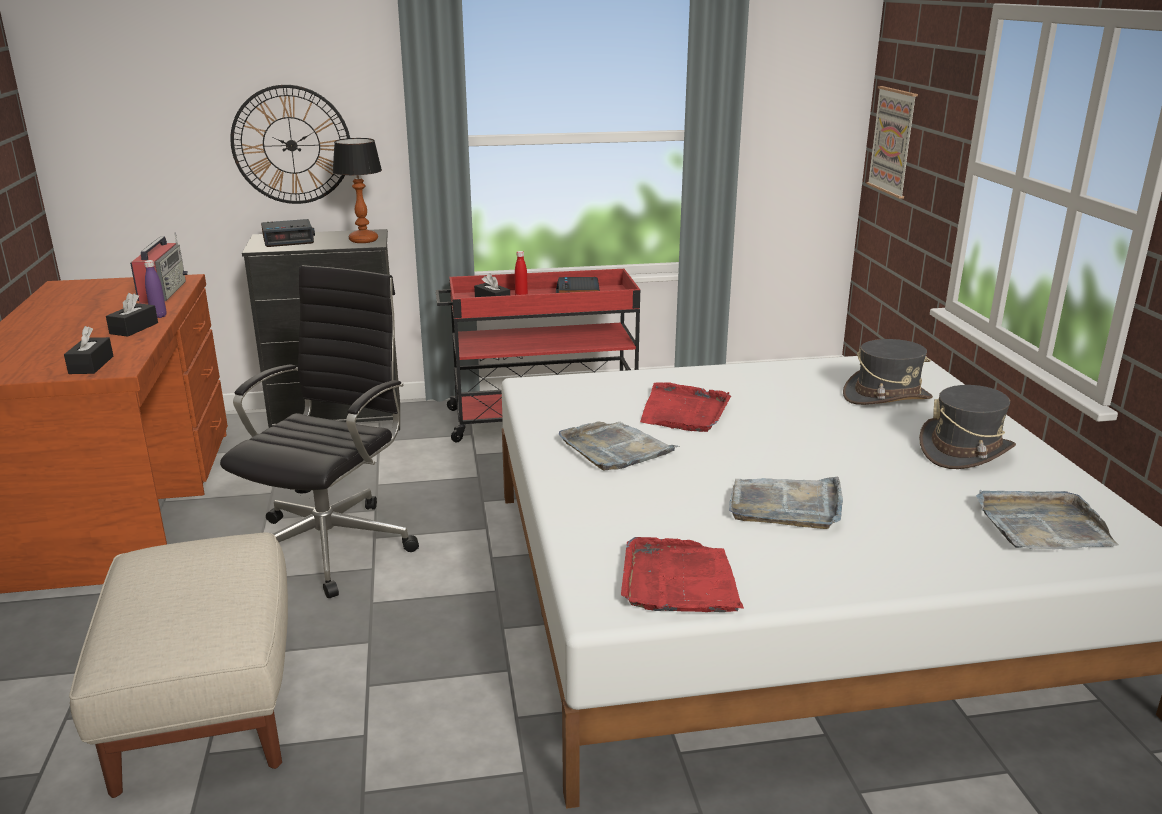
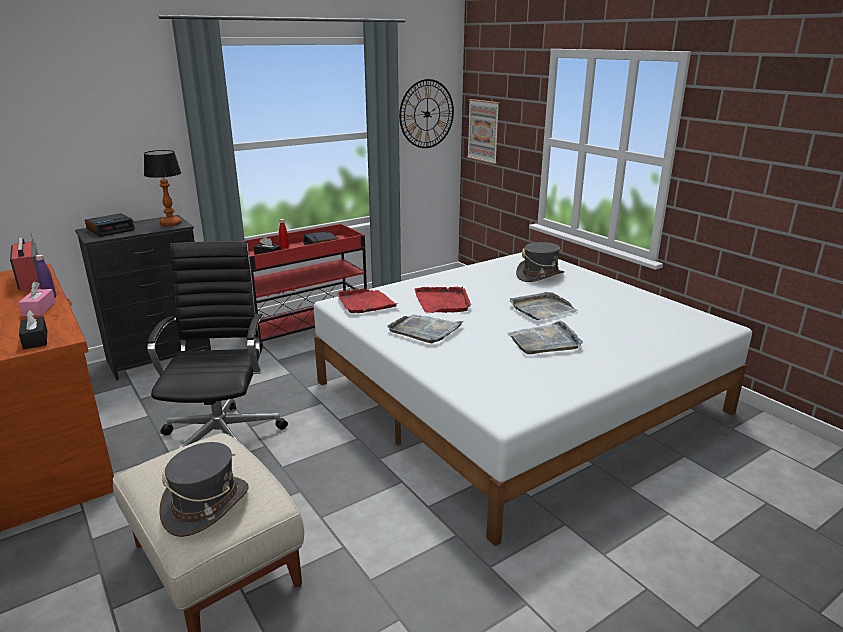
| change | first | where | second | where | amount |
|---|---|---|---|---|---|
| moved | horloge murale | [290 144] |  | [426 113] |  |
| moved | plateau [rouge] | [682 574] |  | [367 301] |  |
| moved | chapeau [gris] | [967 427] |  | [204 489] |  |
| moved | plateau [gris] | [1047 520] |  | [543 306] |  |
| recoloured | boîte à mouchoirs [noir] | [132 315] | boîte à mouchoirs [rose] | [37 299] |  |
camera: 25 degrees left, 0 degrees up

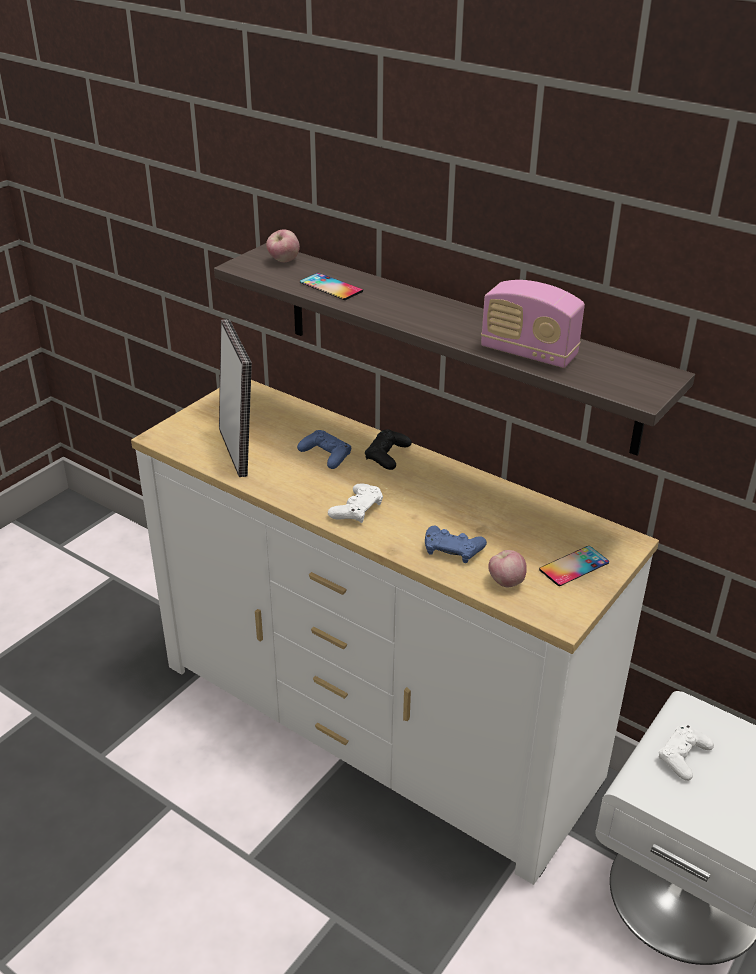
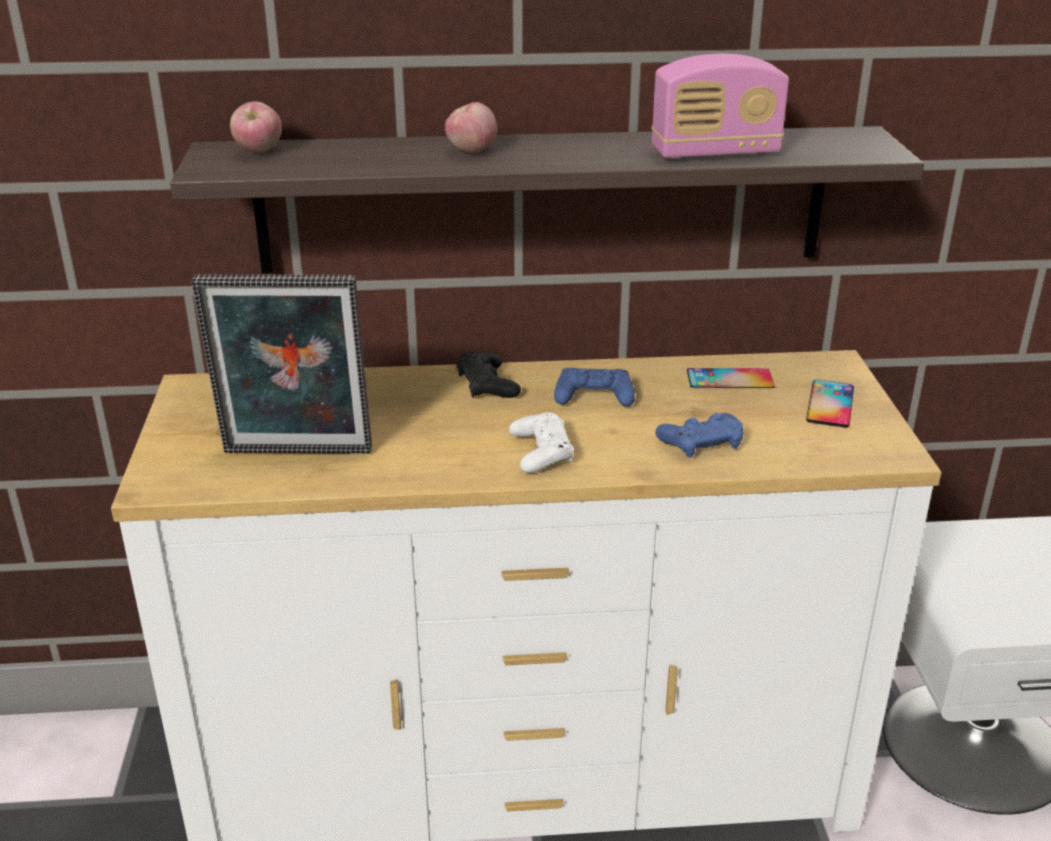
| change | first | where | second | where | amount |
|---|---|---|---|---|---|
| removed | manette [blanc] | [686 753] |  |  |  |
| moved | manette [bleu] | [324 449] |  | [594 387] |  |
| moved | téléphone | [331 286] |  | [730 378] |  |
| moved | pomme | [507 568] |  | [471 127] |  |
| turned | cadre photo | [235 398] |  | [281 364] | 150 degrees clockwise |
camera: 40 degrees left, 5 degrees down

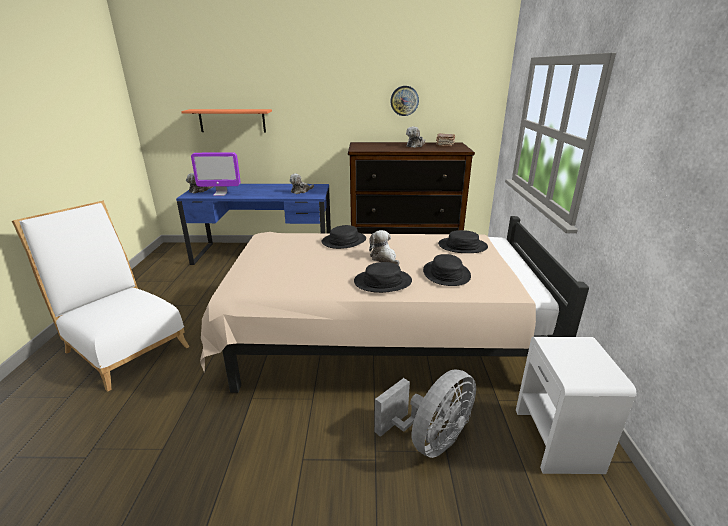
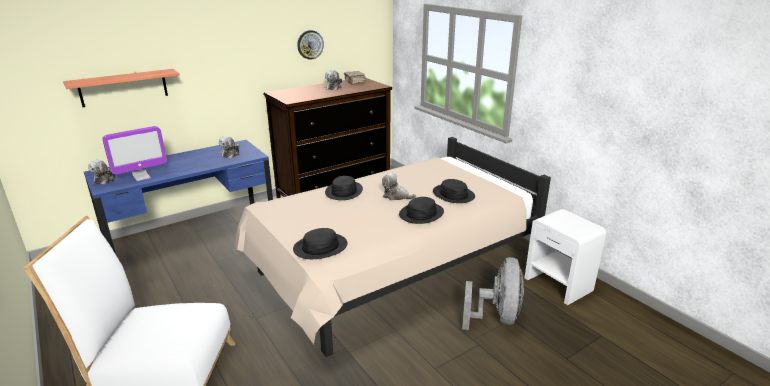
| change | first | where | second | where | amount |
|---|---|---|---|---|---|
| moved | chapeau [noir] | [463 241] |  | [320 243] |  |
camera: 35 degrees left, 0 degrees up

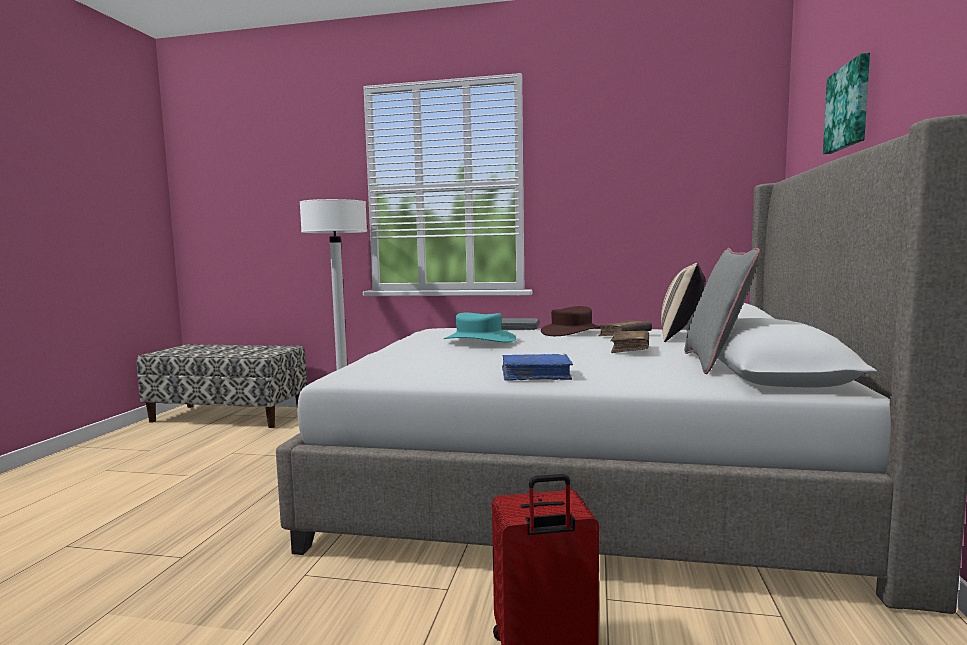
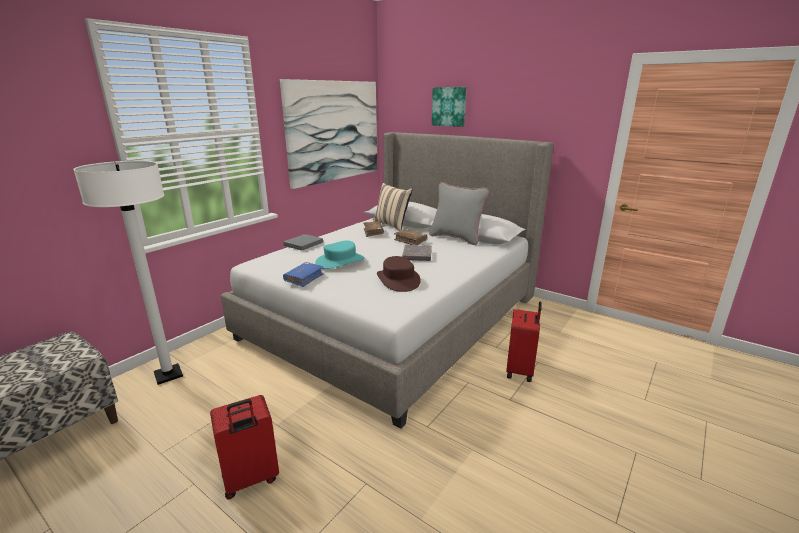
| change | first | where | second | where | amount |
|---|---|---|---|---|---|
| added |  |  | valise [rouge] | [244 447] |  |
| added |  |  | tableau | [328 134] |  |
| added |  |  | livre [gris] | [417 253] |  |
| moved | livre [bleu] | [537 367] |  | [303 274] |  |
| moved | chapeau [marron] | [570 321] |  | [399 274] |  |
camera: 65 degrees left, 15 degrees up

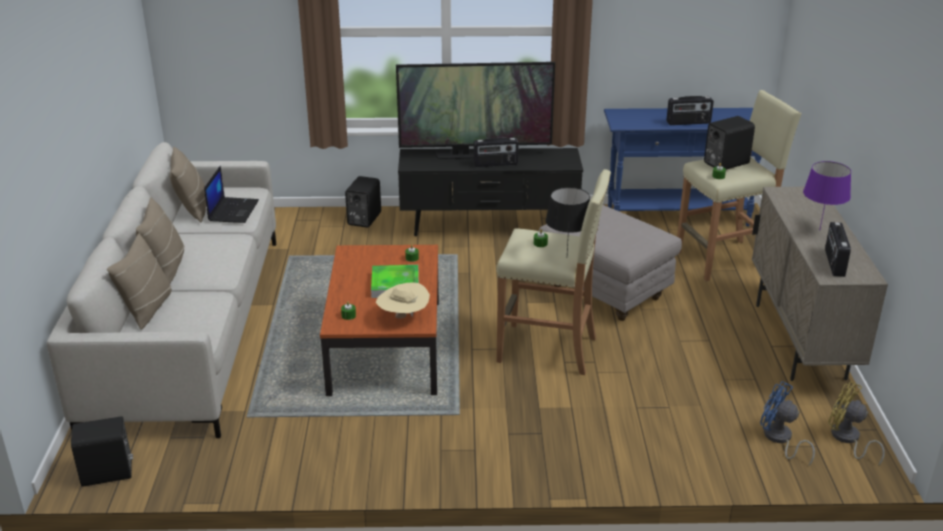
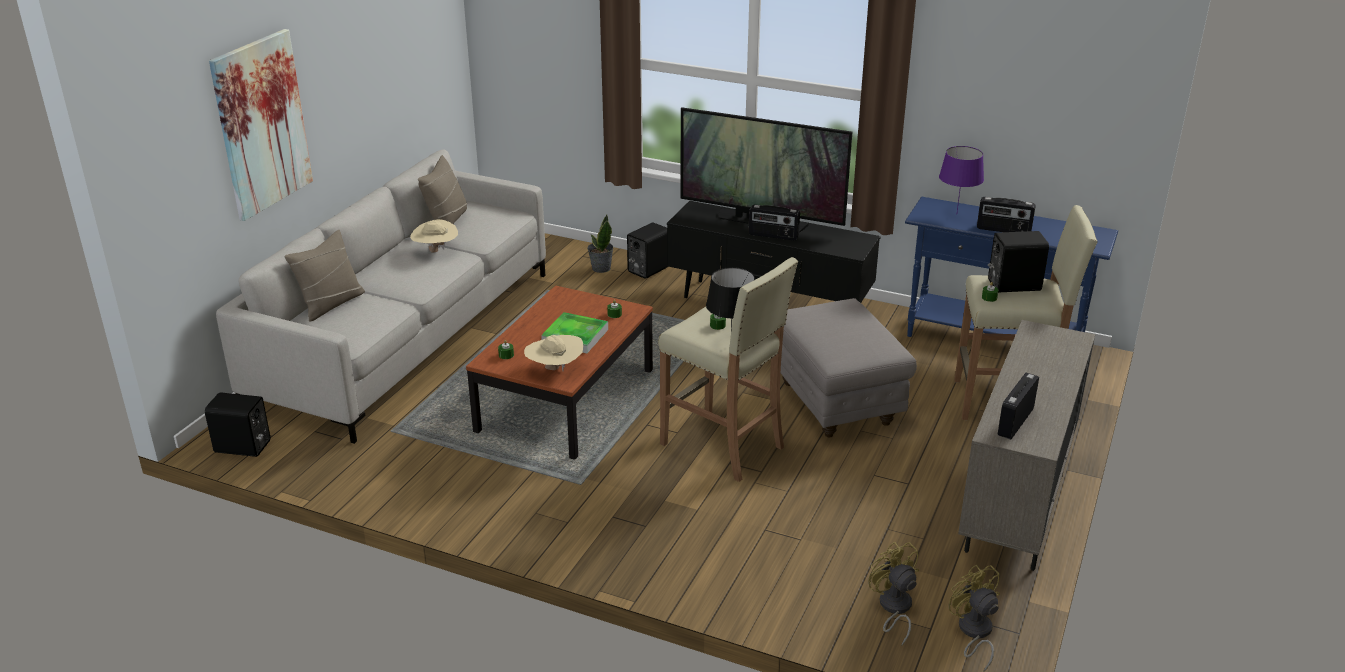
| change | first | where | second | where | amount |
|---|---|---|---|---|---|
| removed | coussin [beige] | [160 240] |  |  |  |
| removed | ordinateur portable | [231 194] |  |  |  |
| added |  |  | tableau | [261 125] |  |
| added |  |  | chapeau [beige] | [434 236] |  |
| added |  |  | plante en pot | [600 244] |  |
| moved | lampe de table [violet] | [827 196] |  | [961 180] |  |
| recoloured | ventilateur [bleu] | [787 423] | ventilateur [jaune] | [893 594] |  |
camera: 25 degrees right, 0 degrees up

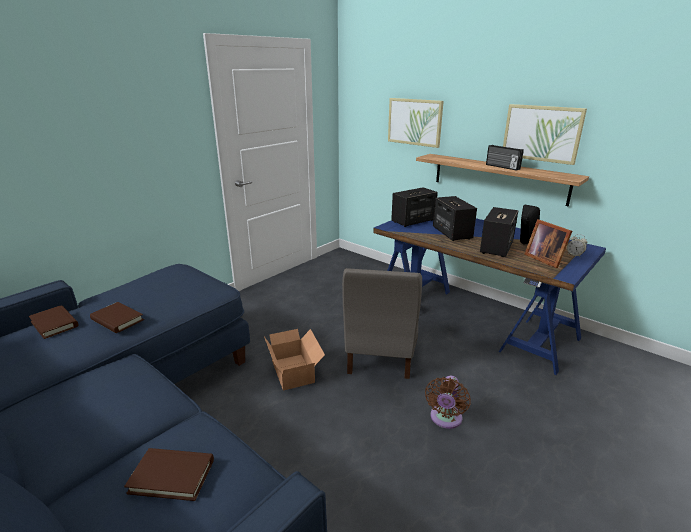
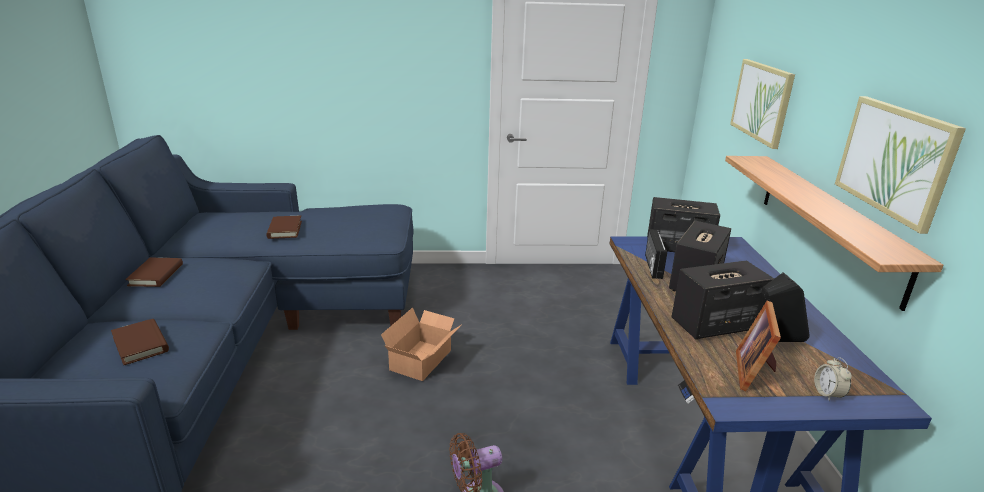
| change | first | where | second | where | amount |
|---|---|---|---|---|---|
| removed | chaise [gris] | [382 323] |  |  |  |
| moved | livre [marron] | [53 322] |  | [154 272] |  |
| moved | radio | [505 158] |  | [656 254] |  |
camera: 45 degrees right, 0 degrees up

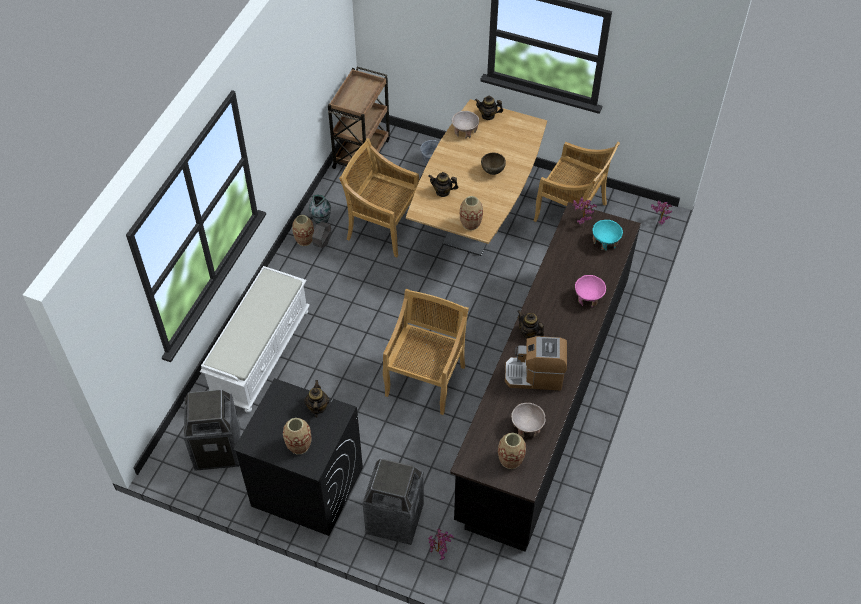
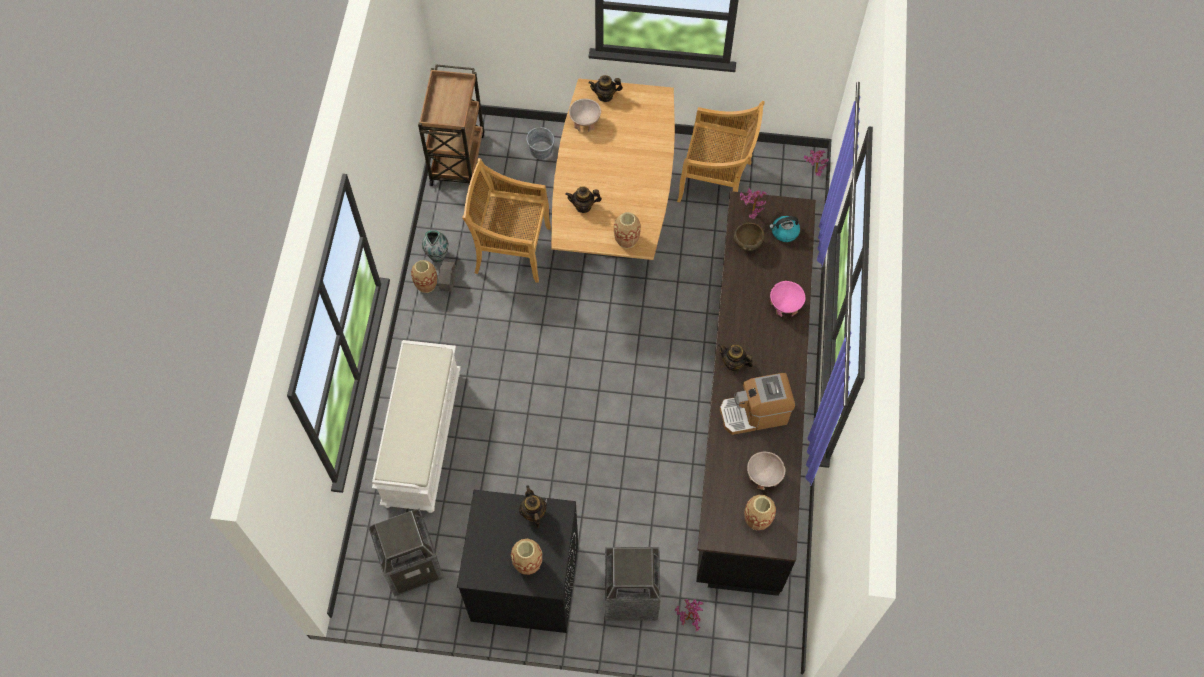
| change | first | where | second | where | amount |
|---|---|---|---|---|---|
| removed | chaise [beige] | [426 352] |  |  |  |
| moved | bol [marron] | [493 164] |  | [749 237] |  |
| replaced | bol [turquoise] | [607 235] | bouilloire | [784 229] |  |
camera: 15 degrees left, 10 degrees up

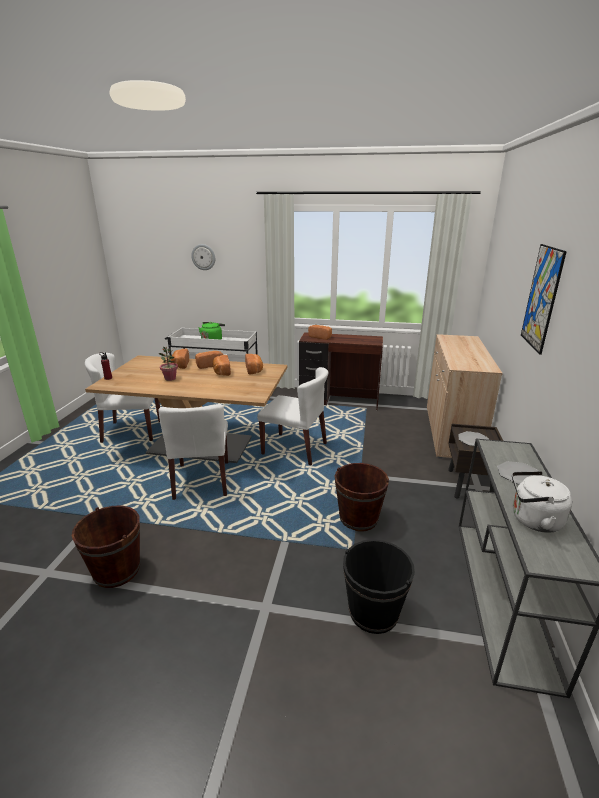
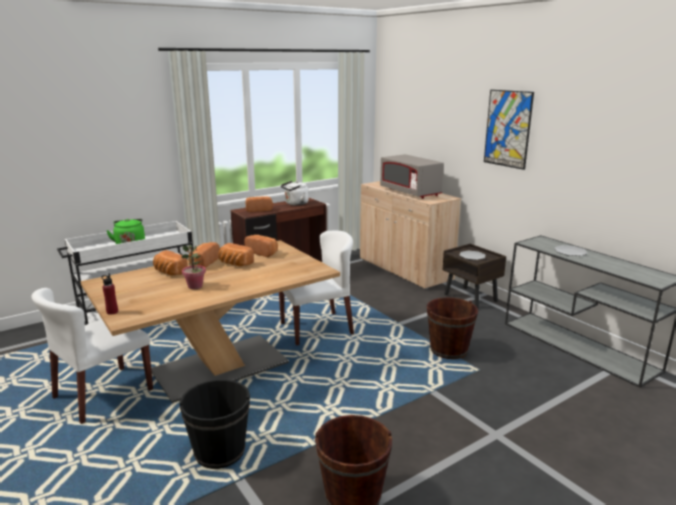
| change | first | where | second | where | amount |
|---|---|---|---|---|---|
| removed | chaise [blanc] | [193 452] |  |  |  |
| removed | horloge murale | [203 257] |  |  |  |
| added |  |  | micro-ondes [gris] | [412 176] |  |
| moved | seau [noir] | [379 586] |  | [214 424] |  |
| moved | bouilloire [blanc] | [542 502] |  | [295 193] |  |
camera: 45 degrees left, 5 degrees down

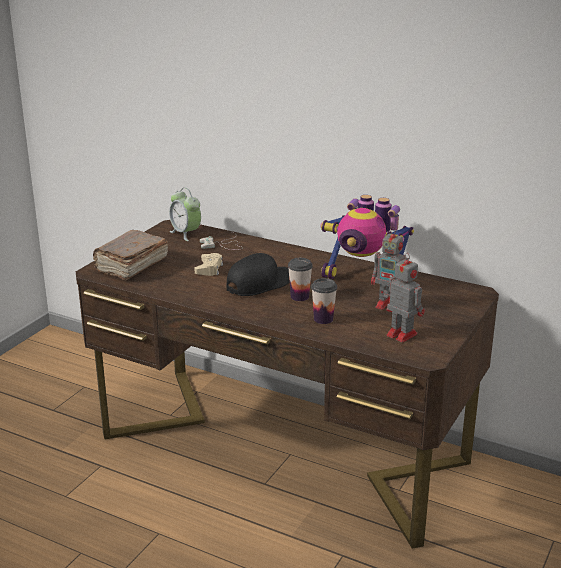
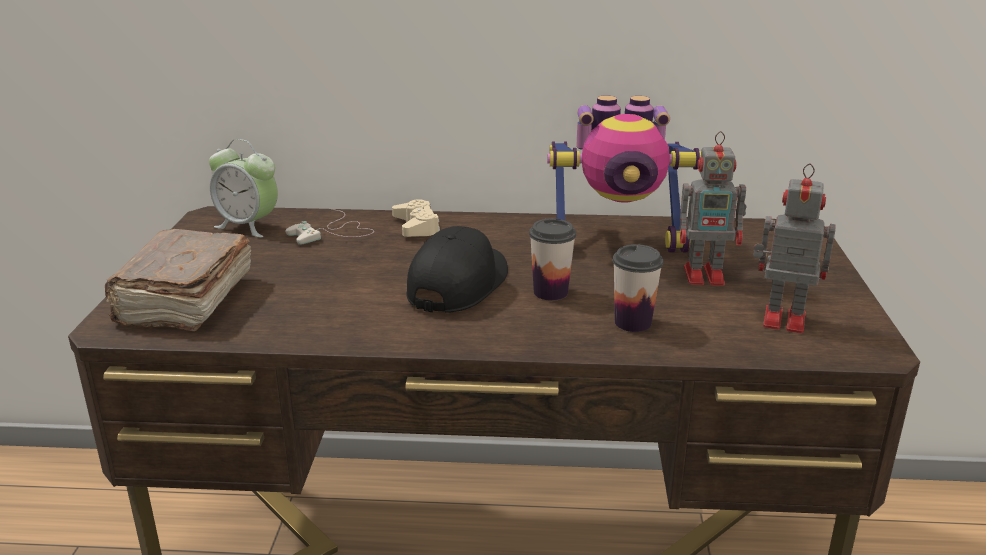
| change | first | where | second | where | amount |
|---|---|---|---|---|---|
| moved | manette [beige] | [208 264] |  | [416 218] |  |
camera: 25 degrees left, 0 degrees up

